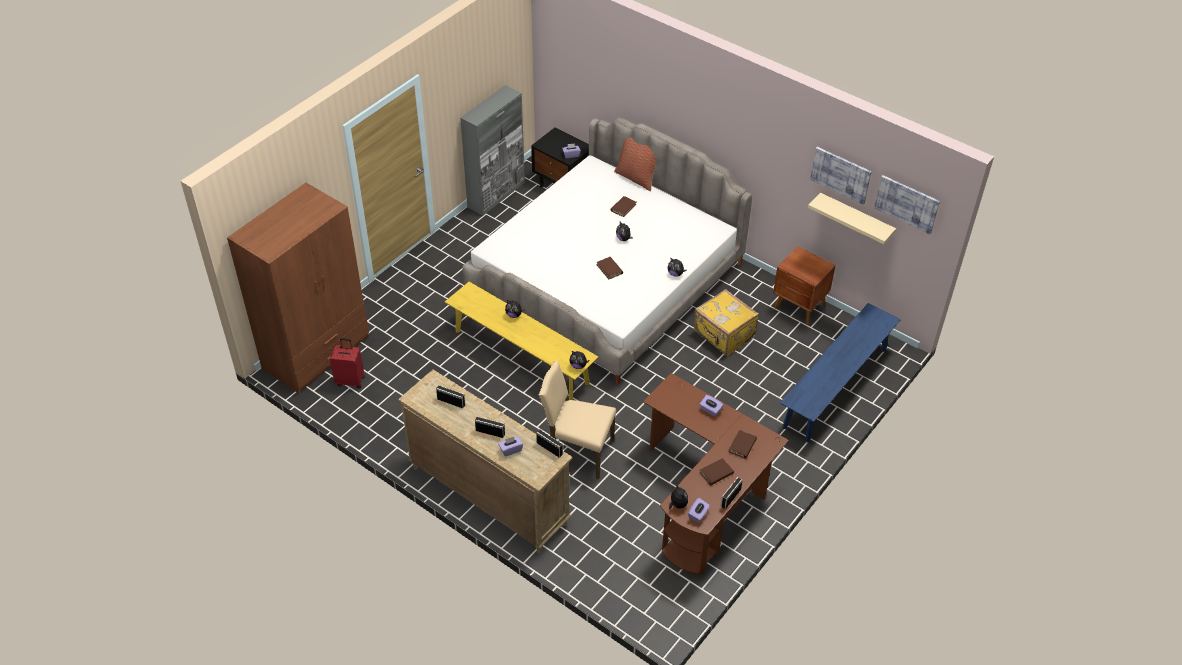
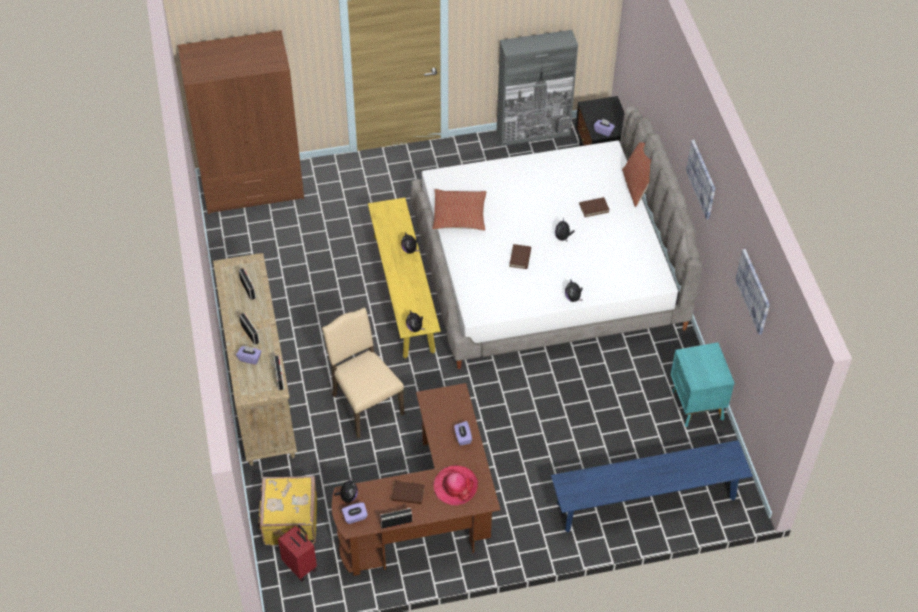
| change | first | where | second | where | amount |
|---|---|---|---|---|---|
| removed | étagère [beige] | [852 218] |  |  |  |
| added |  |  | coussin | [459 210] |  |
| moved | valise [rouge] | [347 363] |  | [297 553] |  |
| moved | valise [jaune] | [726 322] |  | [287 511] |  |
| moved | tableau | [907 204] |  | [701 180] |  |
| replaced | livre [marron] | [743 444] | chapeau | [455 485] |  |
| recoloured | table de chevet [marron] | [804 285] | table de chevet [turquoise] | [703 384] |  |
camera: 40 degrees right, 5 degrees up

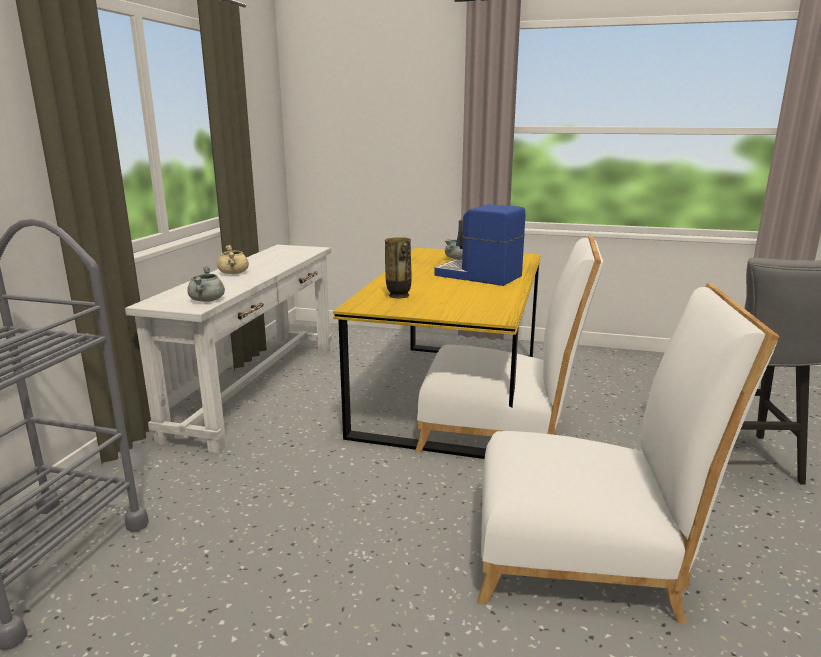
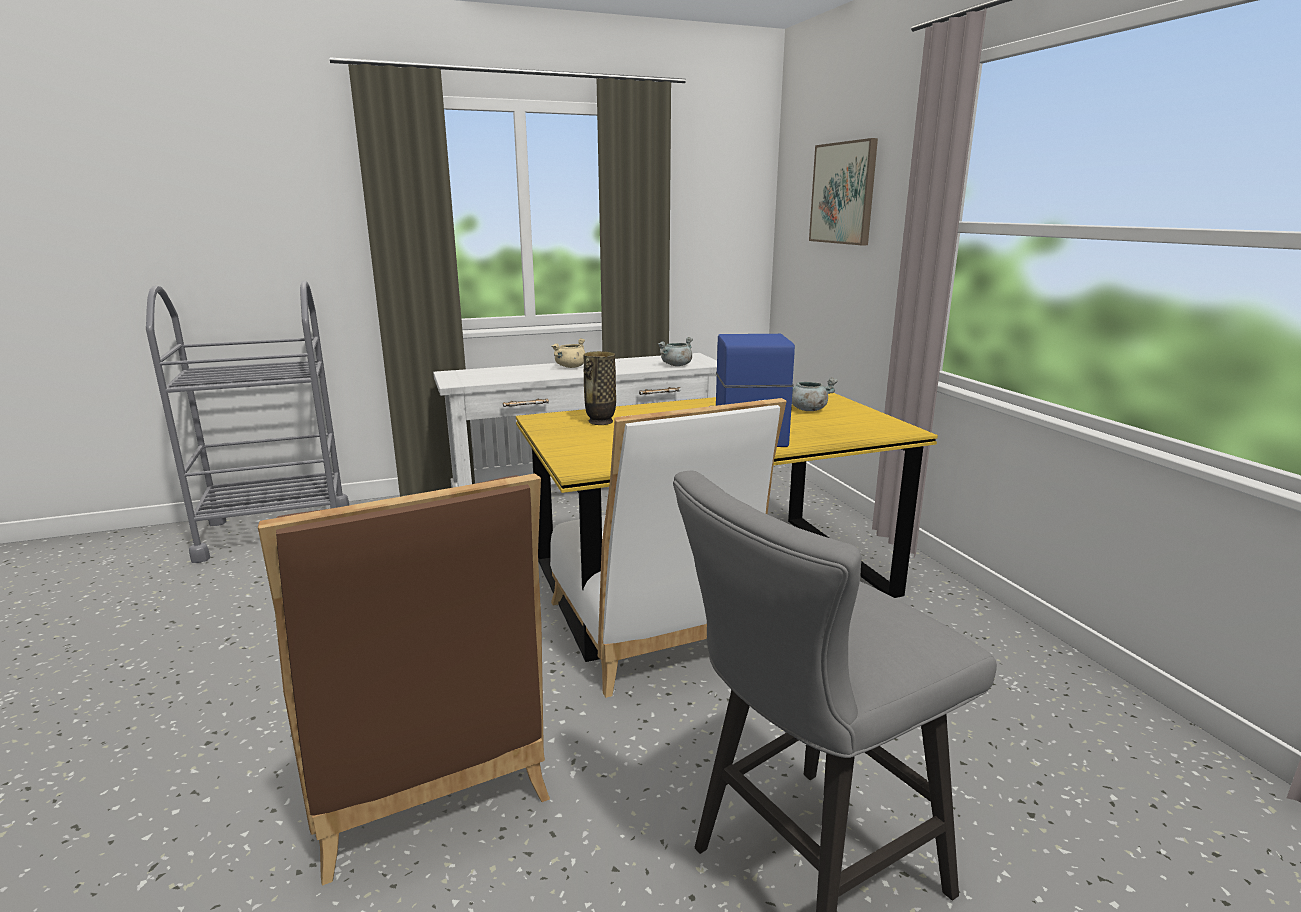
| change | first | where | second | where | amount |
|---|---|---|---|---|---|
| added |  |  | tableau | [843 191] |  |
| moved | marmite [gris] | [206 284] |  | [675 351] |  |
| recoloured | chaise [blanc] | [628 453] | chaise [marron] | [404 679] |  |
camera: 55 degrees right, 0 degrees up

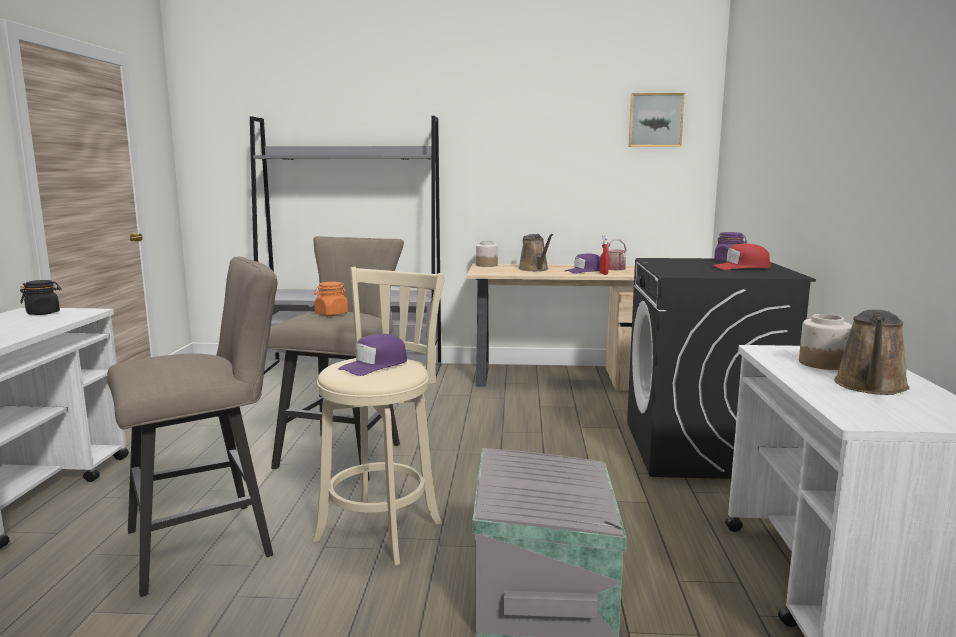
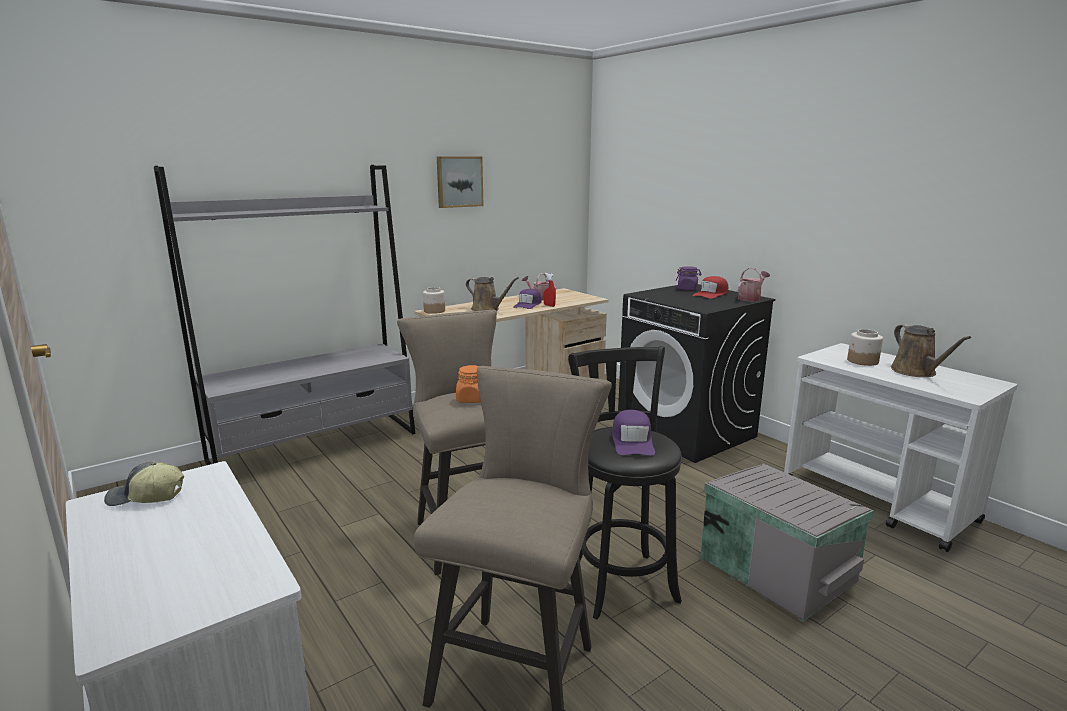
| change | first | where | second | where | amount |
|---|---|---|---|---|---|
| added |  |  | arrosoir | [754 284] |  |
| moved | tableau | [656 120] |  | [460 182] |  |
| replaced | bocal [noir] | [40 297] | casquette | [144 483] |  |
| recoloured | tabouret [beige] | [379 416] | tabouret [noir] | [625 482] |  |
camera: 40 degrees left, 5 degrees up

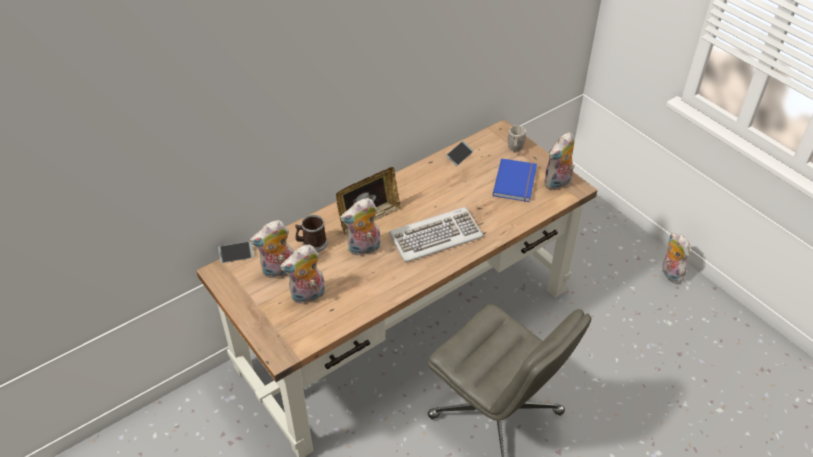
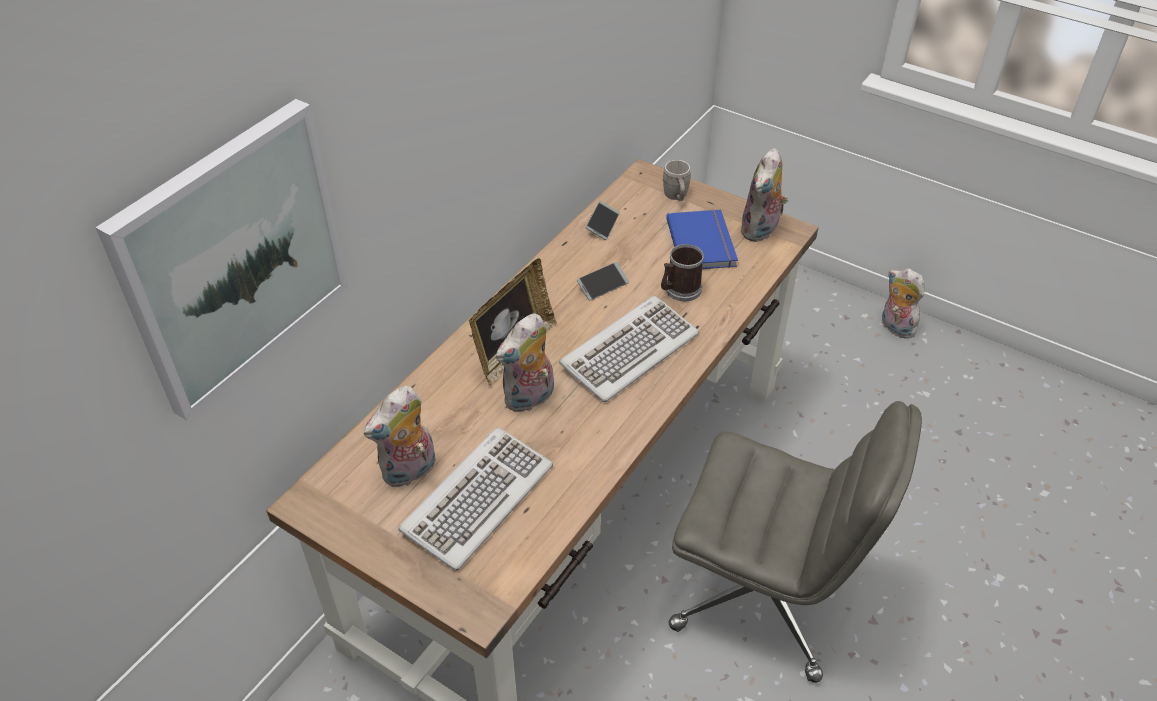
| change | first | where | second | where | amount |
|---|---|---|---|---|---|
| added |  |  | tableau | [222 260] |  |
| moved | téléphone | [236 252] |  | [603 281] |  |
| moved | mug | [311 233] |  | [682 272] |  |
| replaced | peluche | [302 274] | clavier | [475 499] |  |
camera: 20 degrees left, 0 degrees up

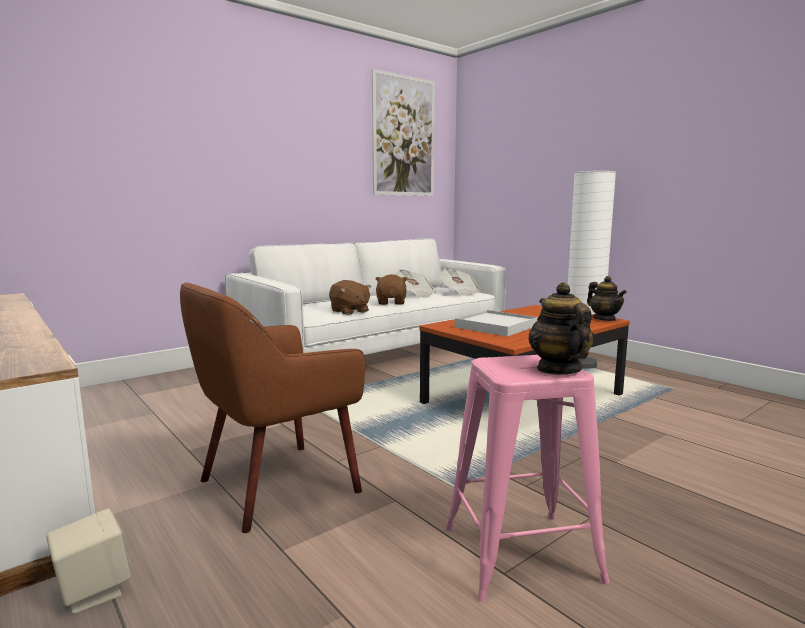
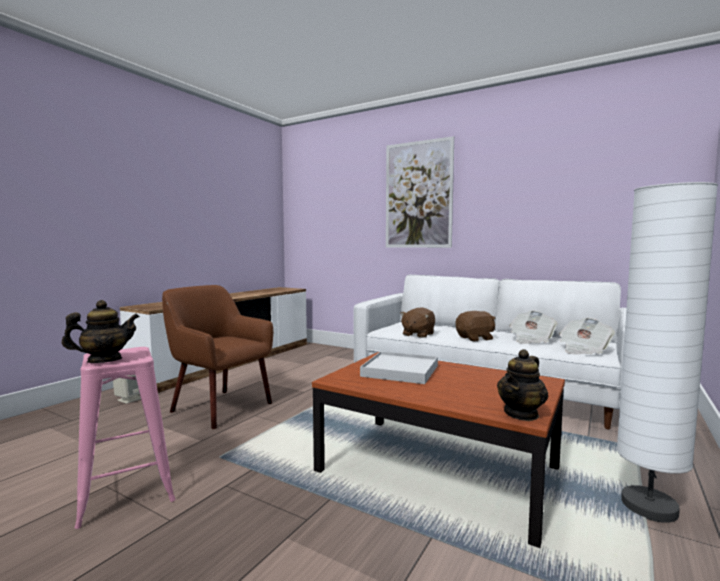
| change | first | where | second | where | amount |
|---|---|---|---|---|---|
| moved | tableau | [403 132] |  | [420 192] |  |
camera: 70 degrees right, 5 degrees down

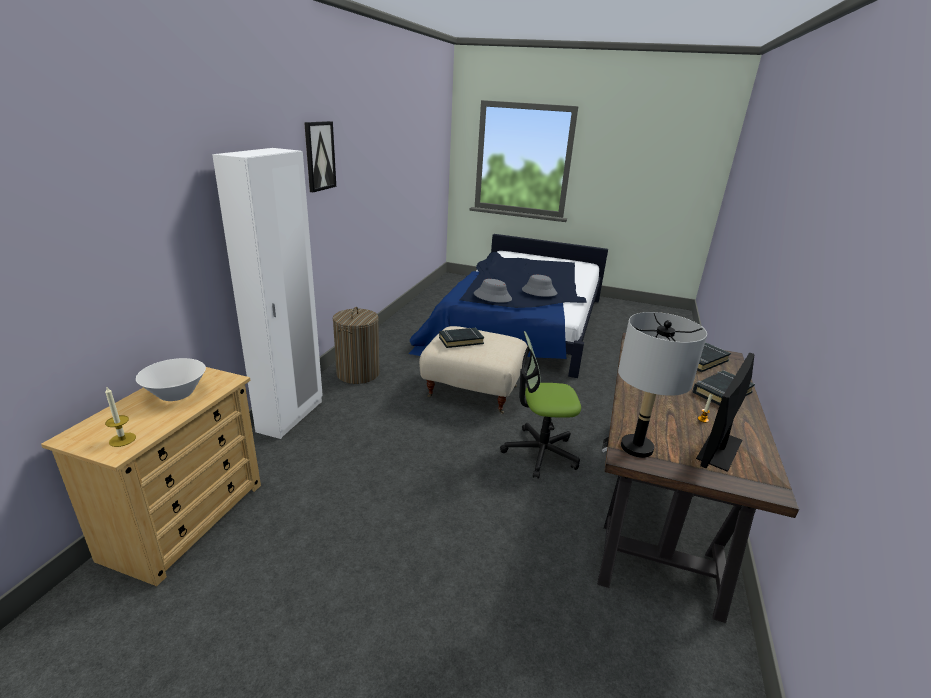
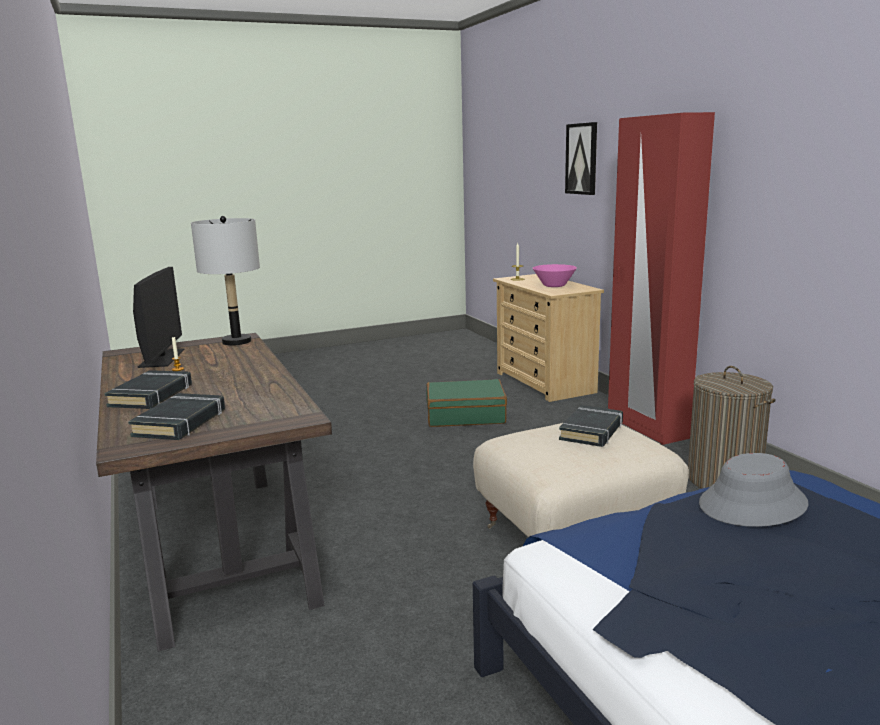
| change | first | where | second | where | amount |
|---|---|---|---|---|---|
| removed | chaise de bureau | [540 405] |  |  |  |
| removed | chapeau [gris] | [539 286] |  |  |  |
| added |  |  | valise [vert] | [466 403] |  |
| moved | tableau | [320 156] |  | [581 158] |  |
| recoloured | bol [blanc] | [171 379] | bol [rose] | [555 275] |  |
| recoloured | armoire [blanc] | [267 293] | armoire [rouge] | [661 278] |  |
camera: 140 degrees right, 10 degrees down

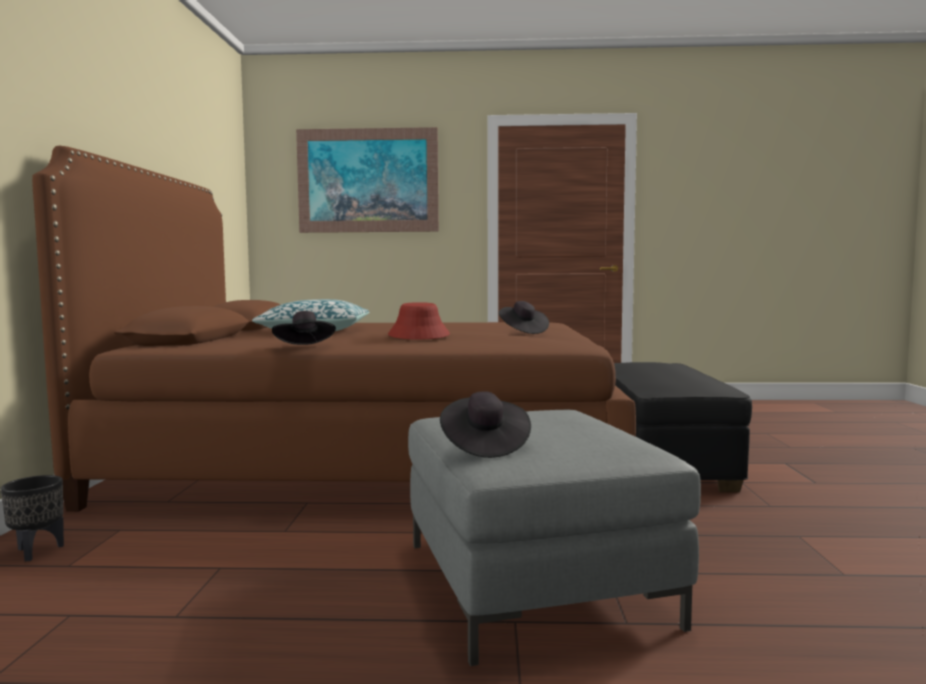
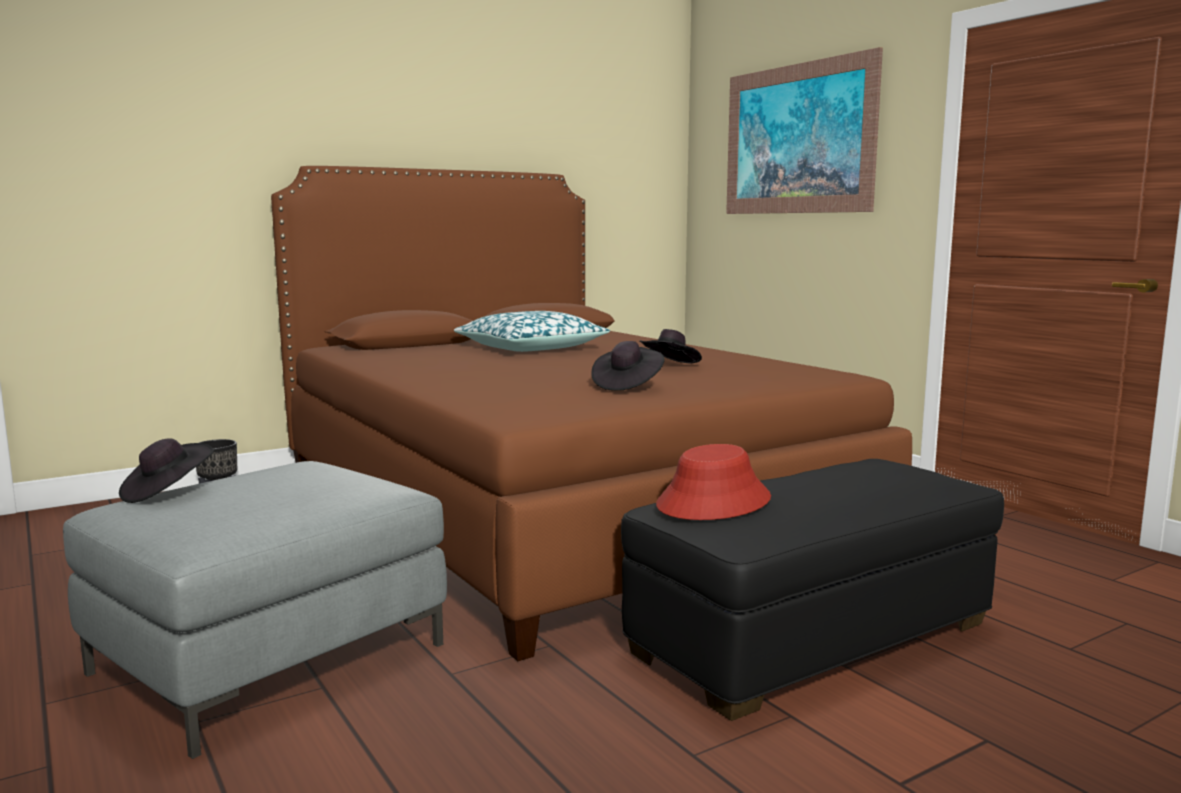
| change | first | where | second | where | amount |
|---|---|---|---|---|---|
| moved | chapeau [noir] | [304 328] |  | [670 346] |  |
| moved | chapeau [rouge] | [419 321] |  | [713 482] |  |
camera: 55 degrees right, 5 degrees up

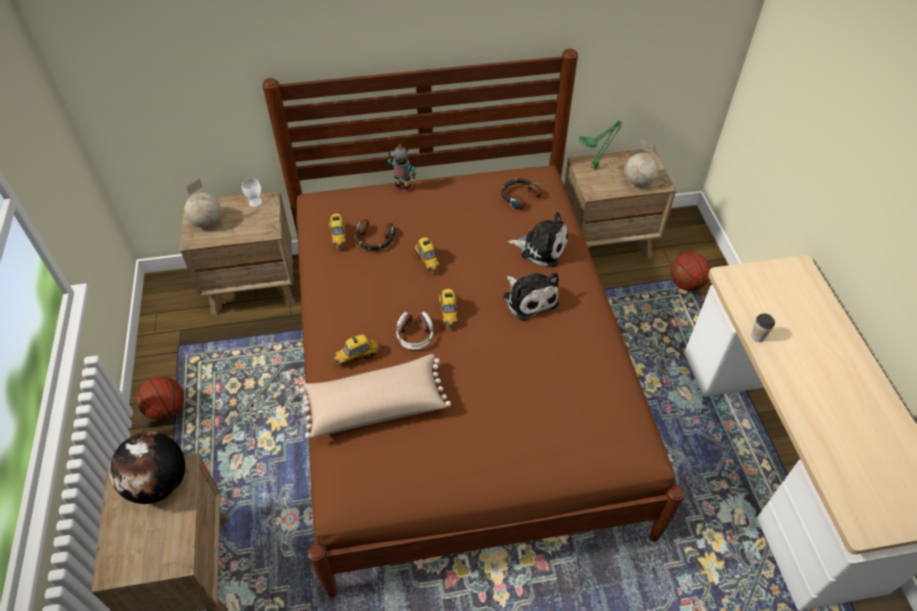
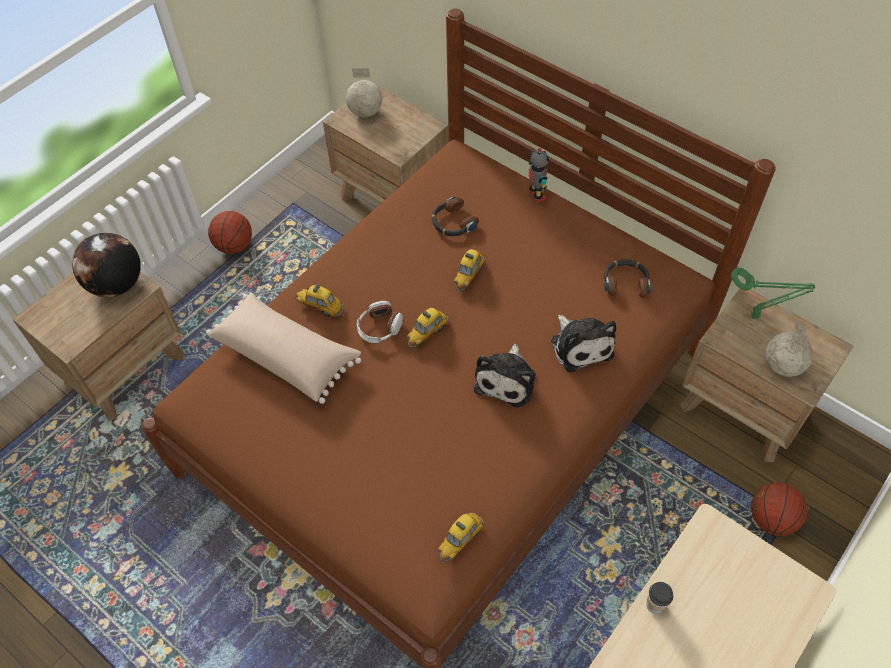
| change | first | where | second | where | amount |
|---|---|---|---|---|---|
| removed | tasse | [252 193] |  |  |  |
| moved | petite voiture | [337 232] |  | [461 537] |  |
camera: 50 degrees right, 5 degrees up

